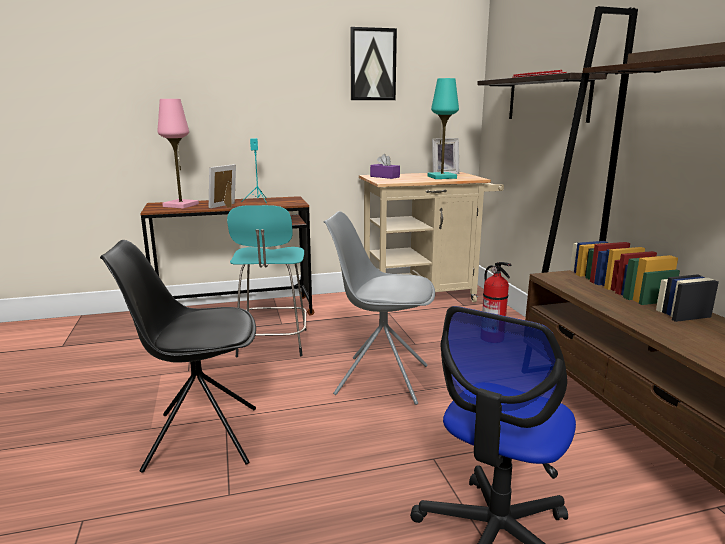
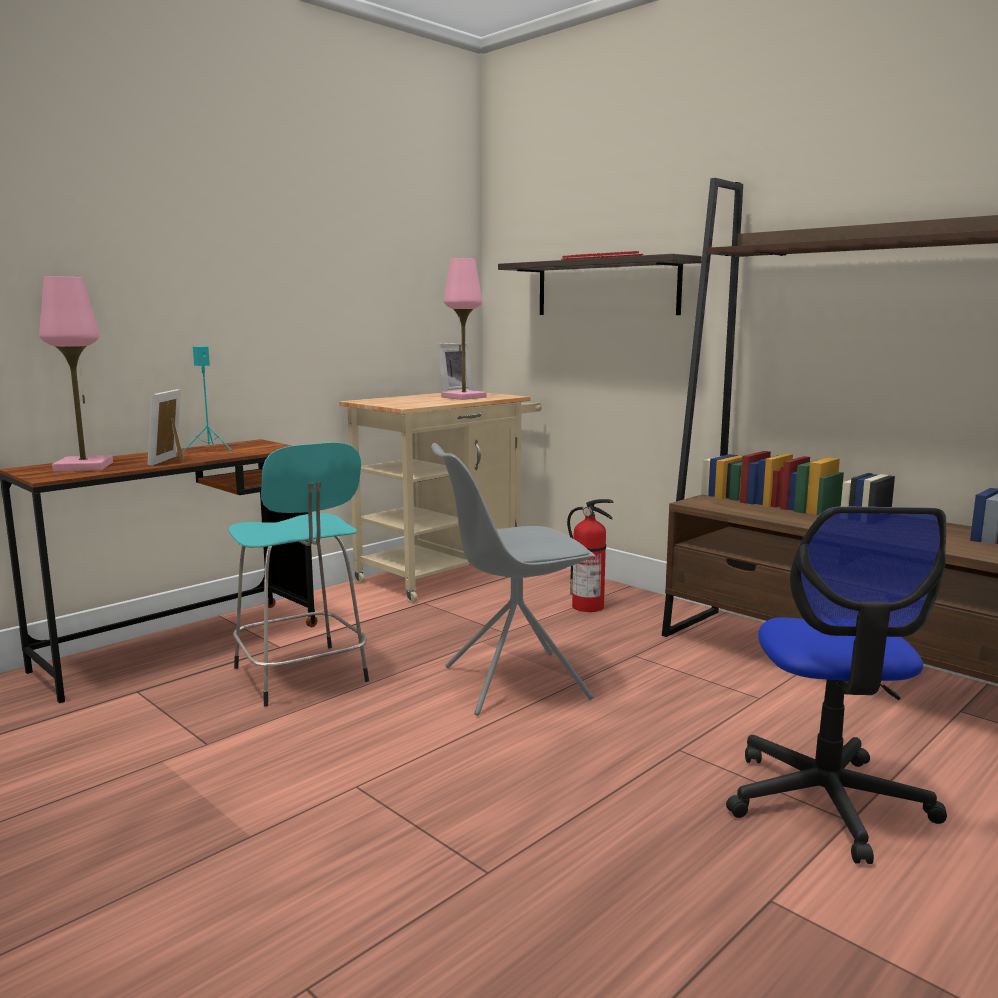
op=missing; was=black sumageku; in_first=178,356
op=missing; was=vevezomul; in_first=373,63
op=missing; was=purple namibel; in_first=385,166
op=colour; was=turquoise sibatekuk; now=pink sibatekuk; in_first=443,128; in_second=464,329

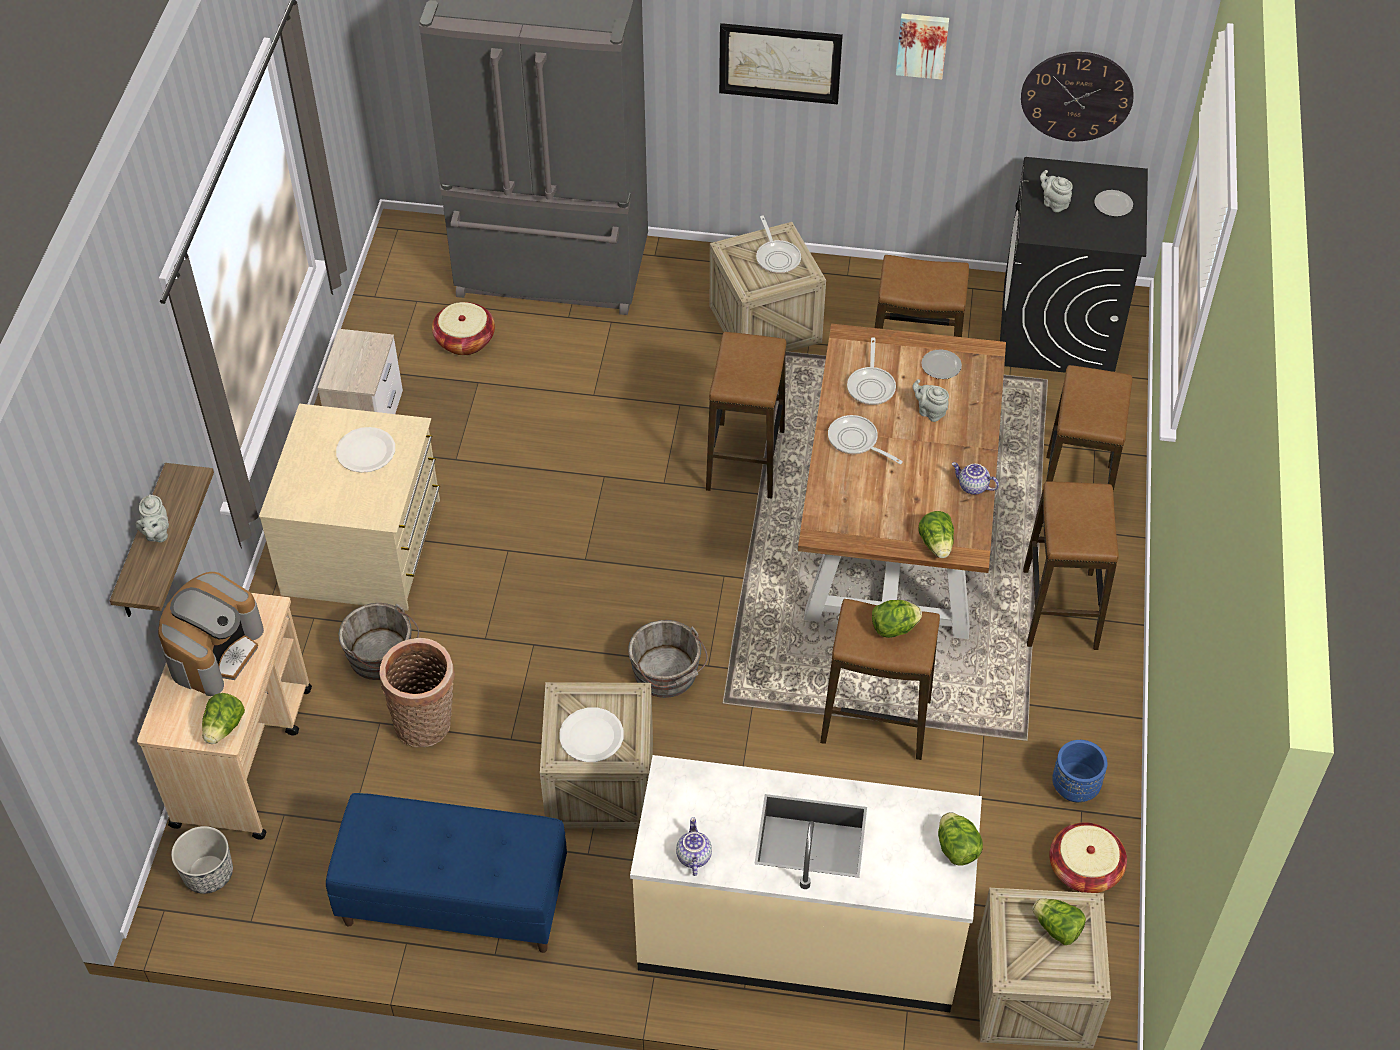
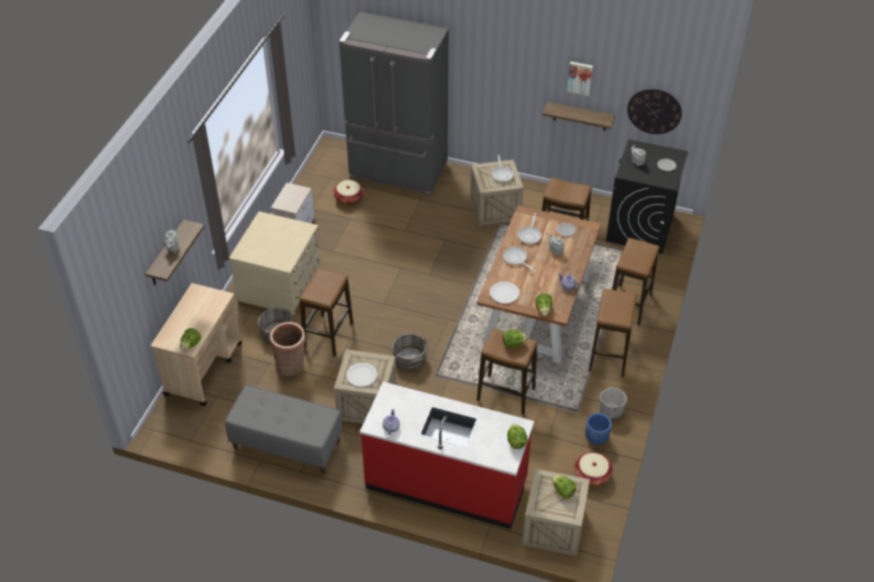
op=missing; was=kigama; in_first=211,634
op=missing; was=vevezomul; in_first=781,64
op=appeared; now=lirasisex; in_second=578,116
op=relocated; was=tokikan; in_first=202,860; in_second=613,403
op=relocated; was=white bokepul; in_first=365,450; in_second=505,293
op=relocated; was=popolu; in_first=746,415; in_second=326,312
op=colour; was=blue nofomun; now=grey nofomun; in_first=446,873; in_second=283,429
op=colour; was=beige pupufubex; now=red pupufubex; in_first=806,883; in_second=447,455

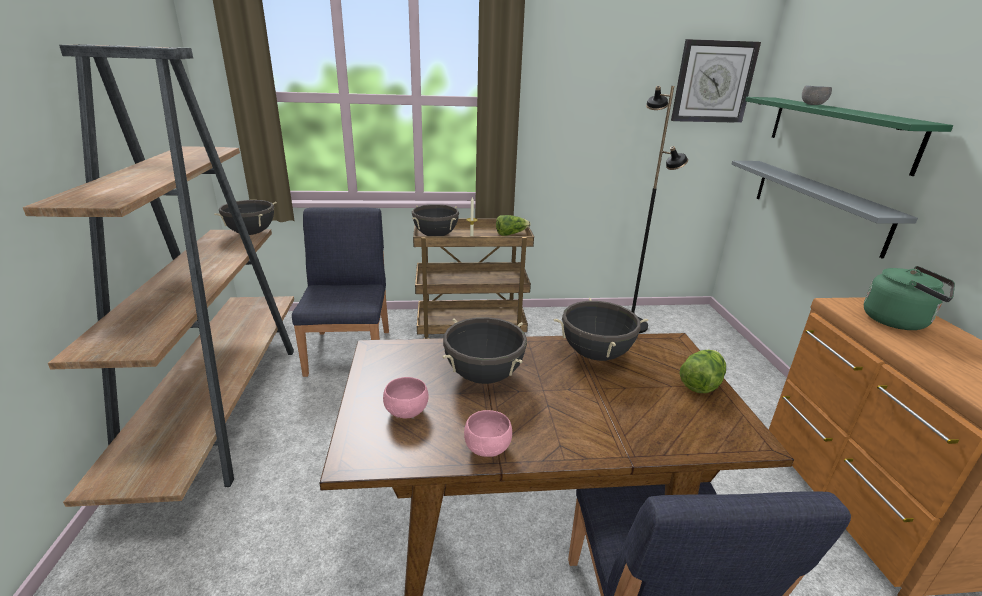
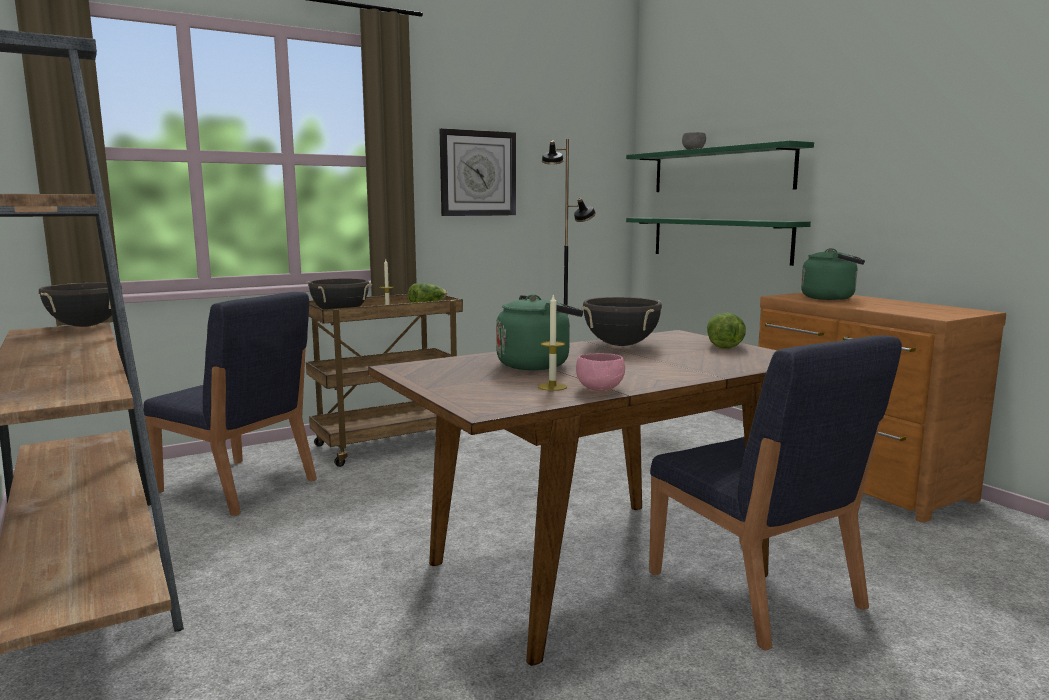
op=missing; was=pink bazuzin; in_first=406,398
op=appeared; now=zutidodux; in_second=552,342
op=relocated; was=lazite; in_first=716,81; in_second=478,172
op=exchanged; was=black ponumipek; now=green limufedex; in_first=485,350; in_second=539,332
op=colour; was=grey lirasisex; now=green lirasisex; in_first=824,210; in_second=718,242
op=spun; was=blue sumageku; in_first=340,292; in_second=230,404; clockwise=150

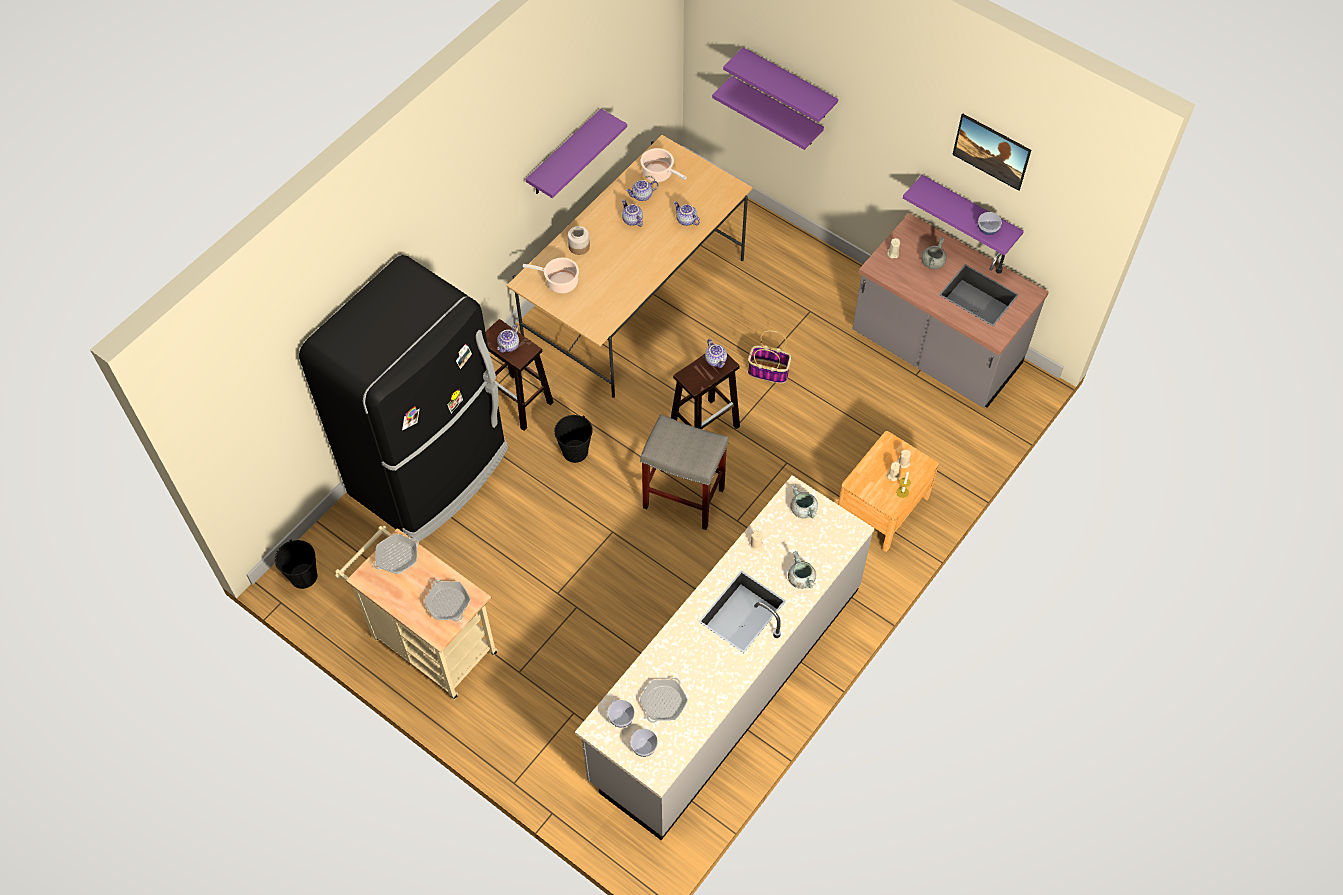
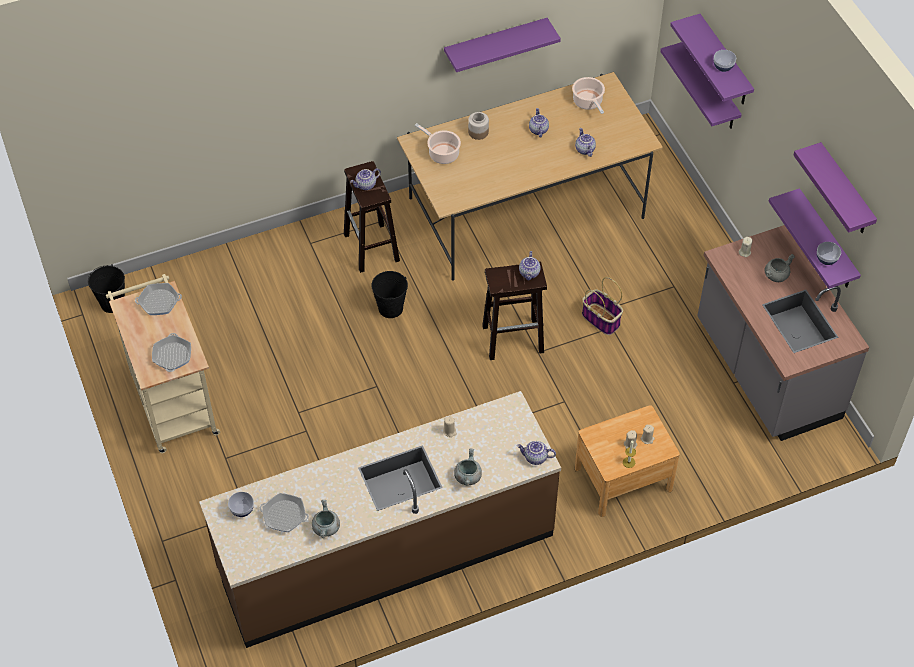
op=missing; was=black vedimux; in_first=403,398
op=missing; was=grey popolu; in_first=684,472
op=relocated; was=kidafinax; in_first=641,190; in_second=536,453
op=relocated; was=bazuzin; in_first=644,743; in_second=725,61
op=relocated; was=grey ponumipek; in_first=804,501; in_second=326,519
op=exchanged; was=vevezomul; now=purple lirasisex; in_first=991,152; in_second=835,187
op=colour; was=grey pupufubex; now=brown pupufubex; in_first=724,657; in_second=380,519
op=spun; was=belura; in_first=664,700; in_second=284,512; clockwise=45

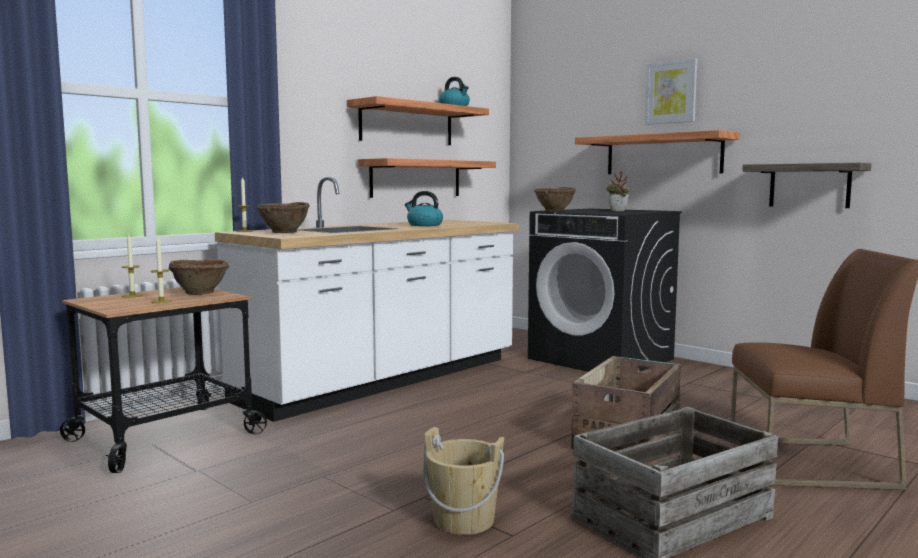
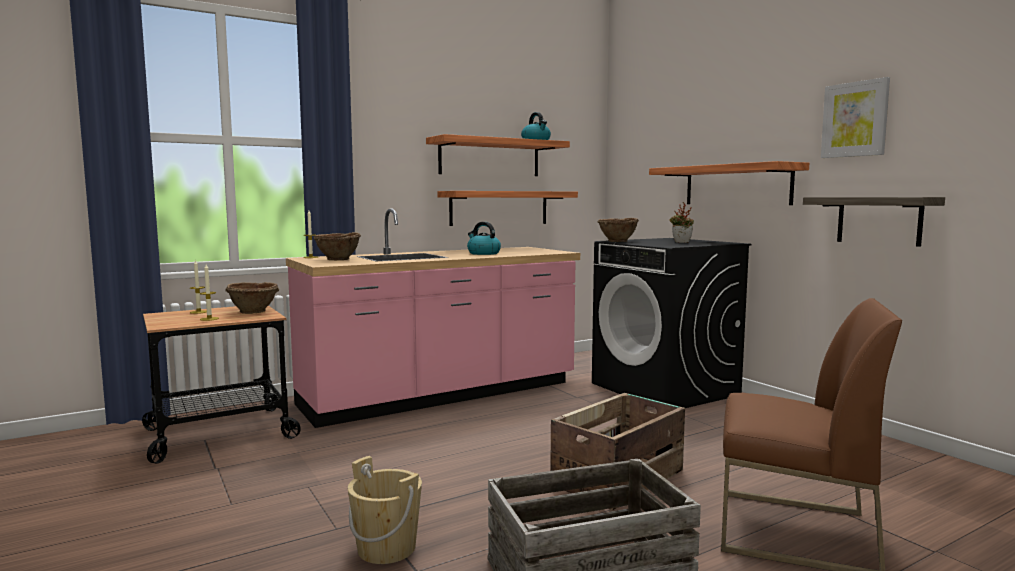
op=relocated; was=vevezomul; in_first=671,91; in_second=855,117
op=colour; was=white pupufubex; now=pink pupufubex; in_first=367,299; in_second=433,318

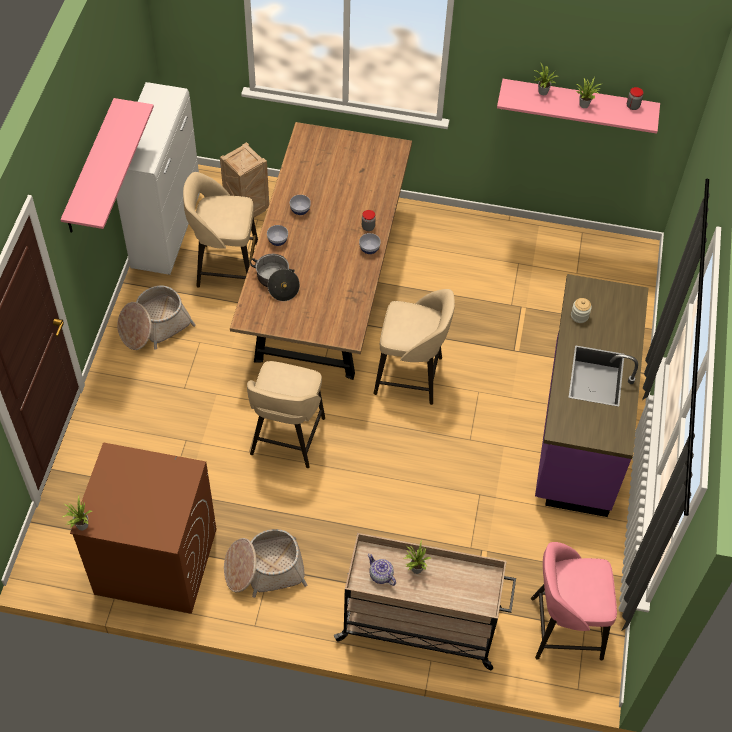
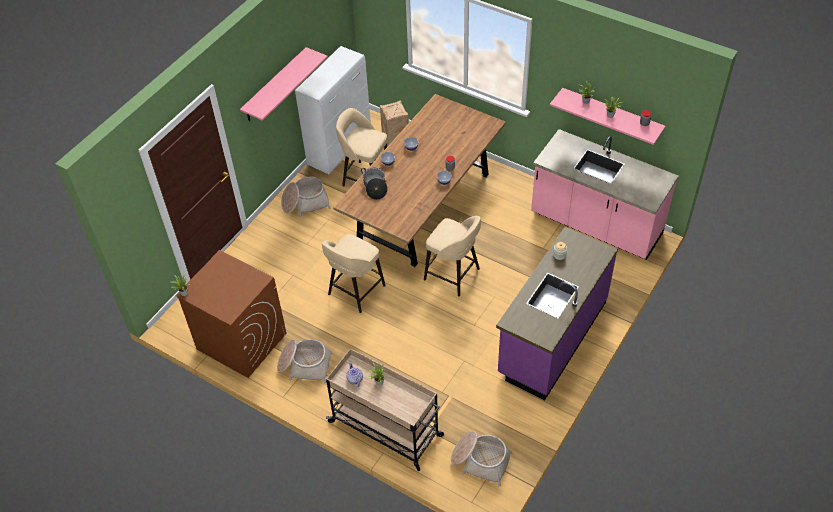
op=appeared; now=pink pupufubex; in_second=605,194
op=exchanged; was=pink popolu; now=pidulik; in_first=574,601; in_second=481,459

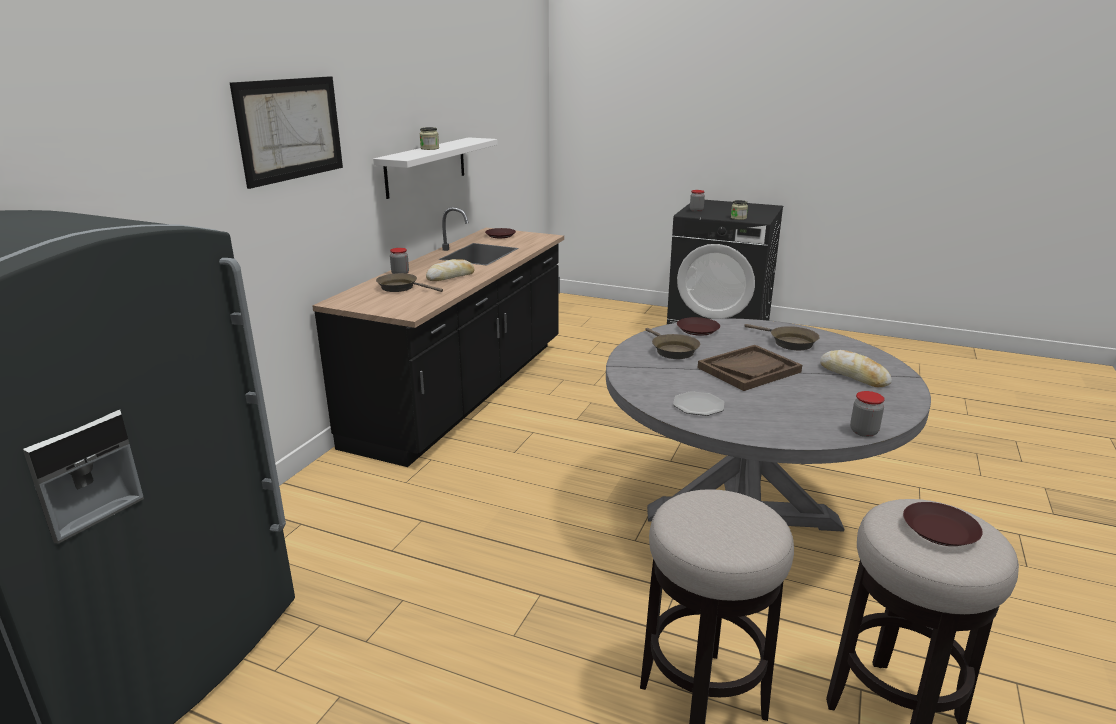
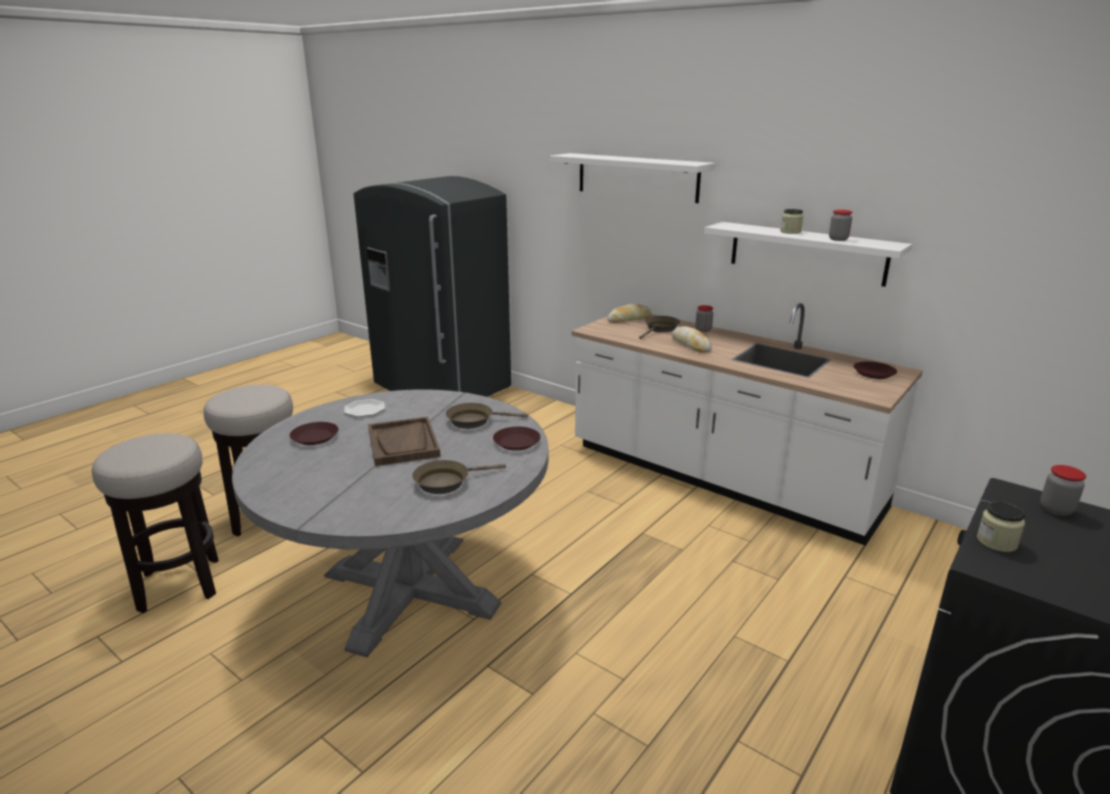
op=relocated; was=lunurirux; in_first=856,368; in_second=629,313
op=relocated; was=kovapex; in_first=867,414; in_second=840,225
op=relocated; was=brown bokepul; in_first=943,524; in_second=314,433
op=exchanged; was=vevezomul; now=white lirasisex; in_first=286,132; in_second=632,178
op=colour; was=black pupufubex; now=white pupufubex; in_first=438,337; in_second=747,424

